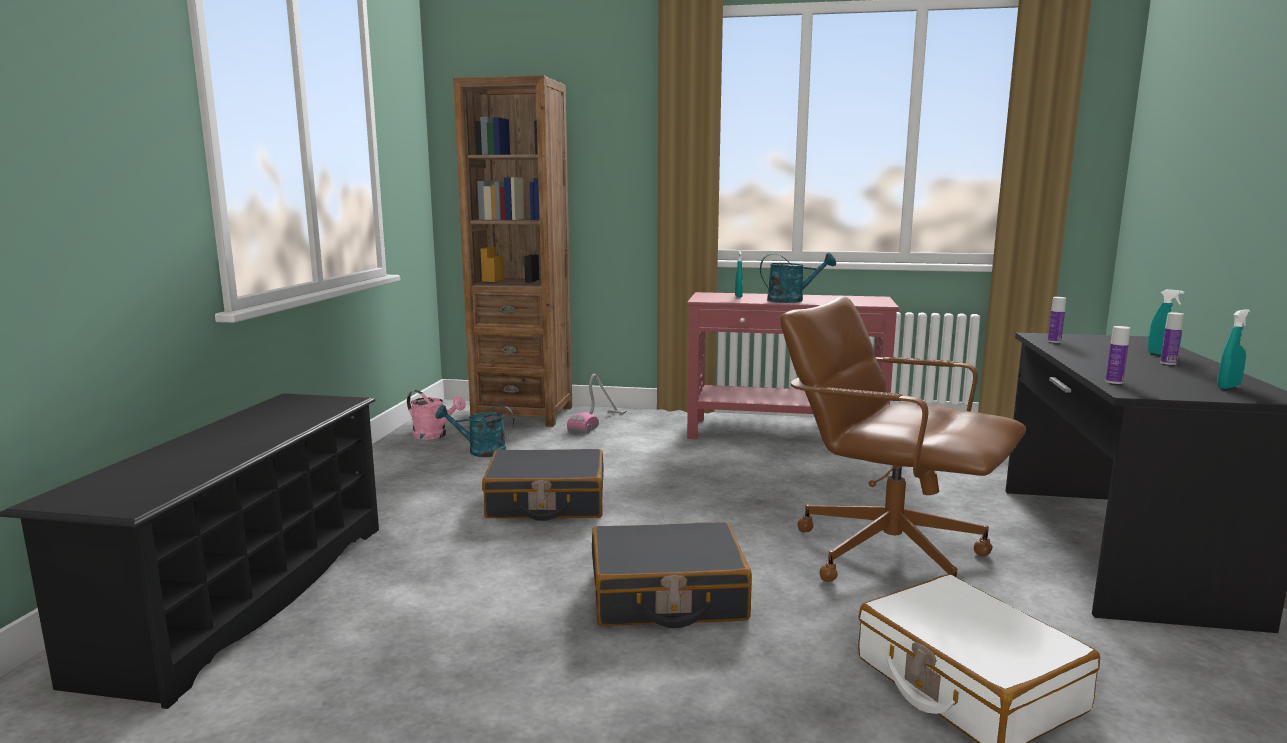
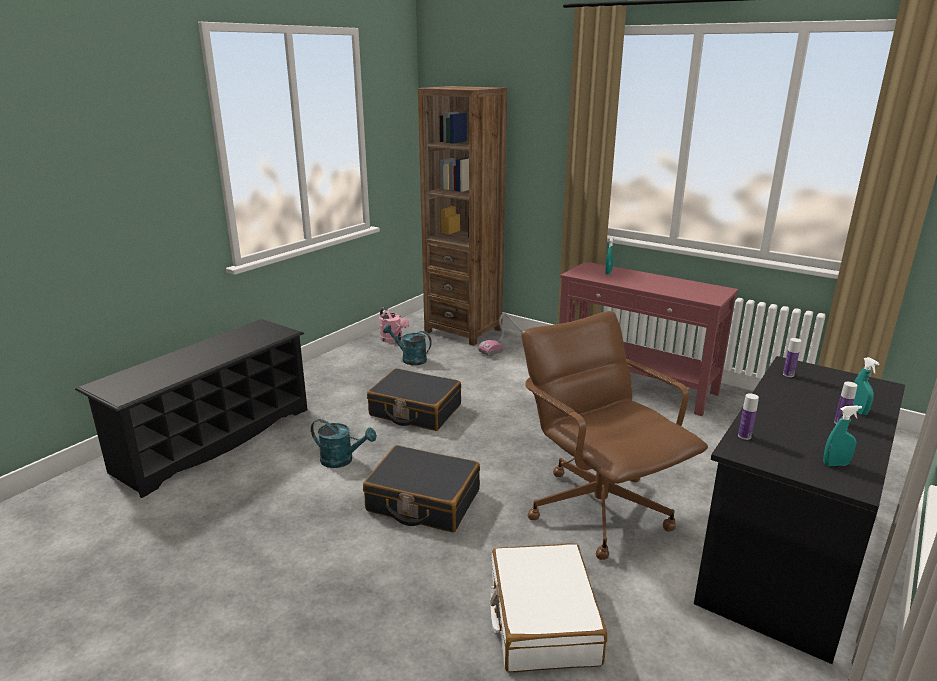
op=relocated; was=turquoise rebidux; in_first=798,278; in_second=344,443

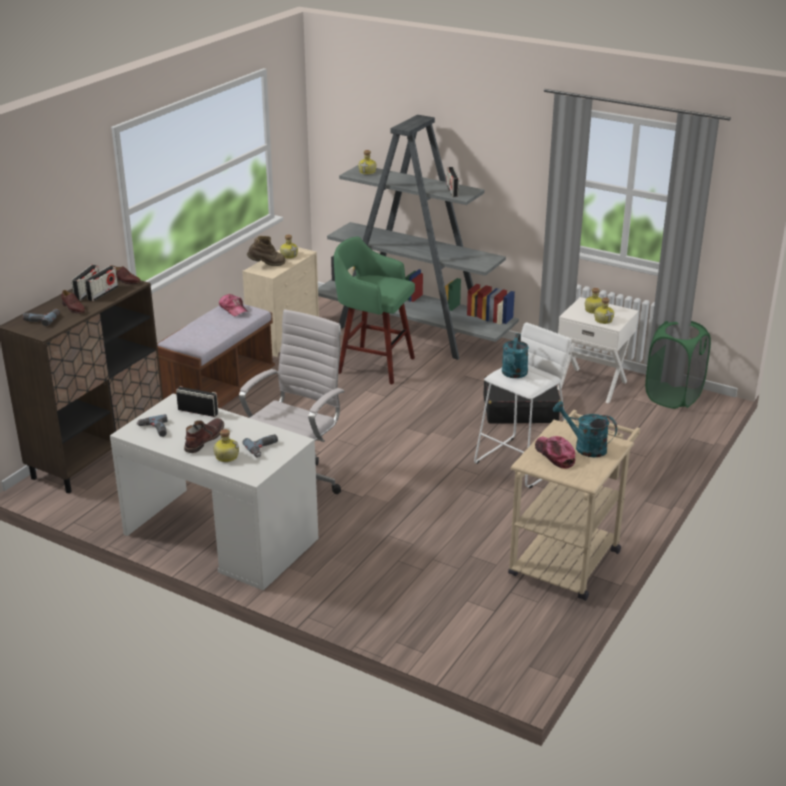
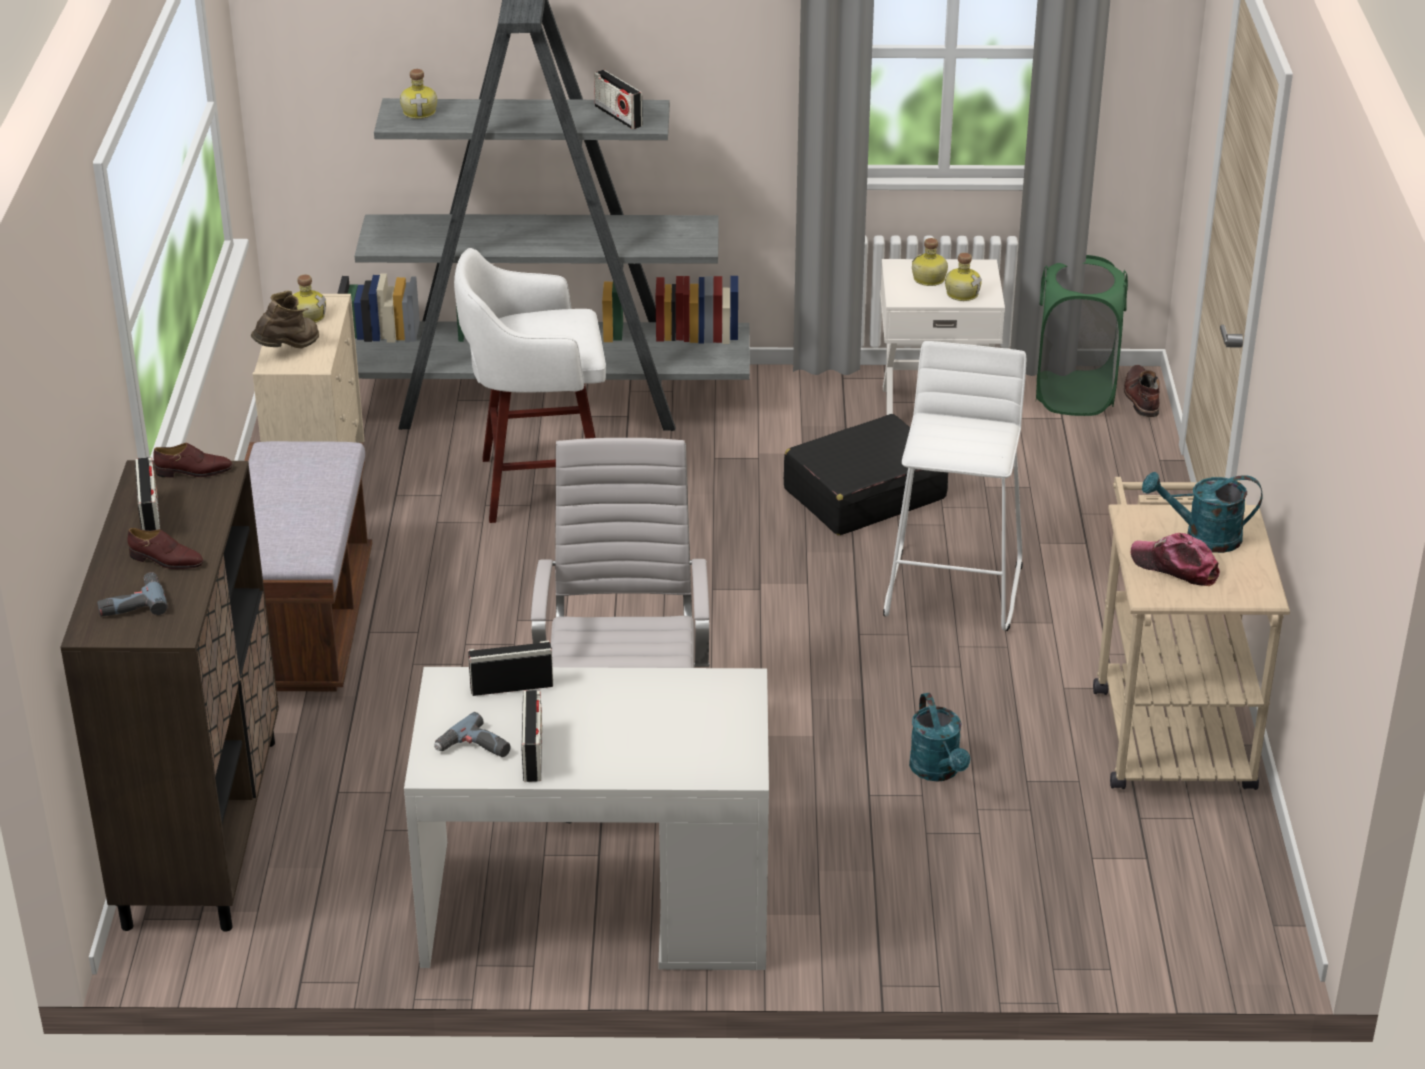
op=missing; was=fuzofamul; in_first=226,445
op=missing; was=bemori; in_first=233,305
op=missing; was=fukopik; in_first=260,446
op=relocated; was=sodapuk; in_first=101,283; in_second=531,736
op=relocated; was=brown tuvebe; in_first=204,435; in_second=1142,391
op=relocated; was=turquoise rebidux; in_first=515,355; in_second=939,737
op=colour; was=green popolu; now=white popolu; in_first=374,310; in_second=530,385

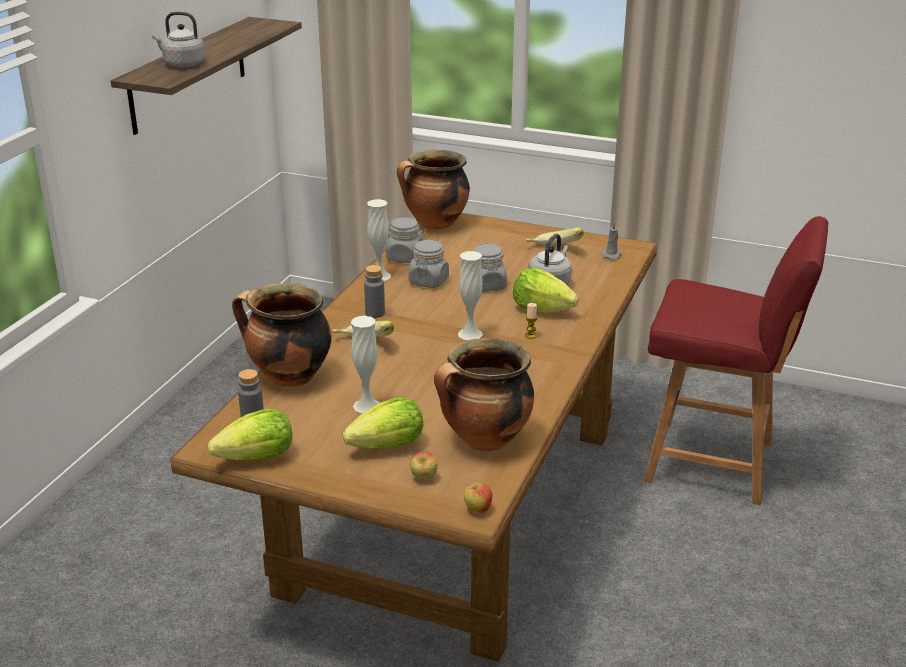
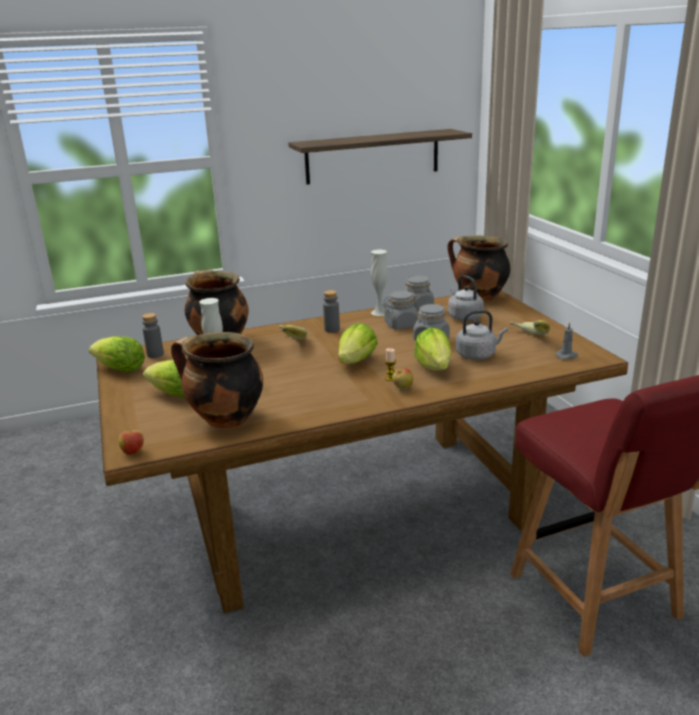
op=relocated; was=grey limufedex; in_first=178,40; in_second=466,298
op=relocated; was=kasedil; in_first=424,465; in_second=402,379
op=exchanged; was=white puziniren; now=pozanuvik; in_first=470,295; in_second=358,343

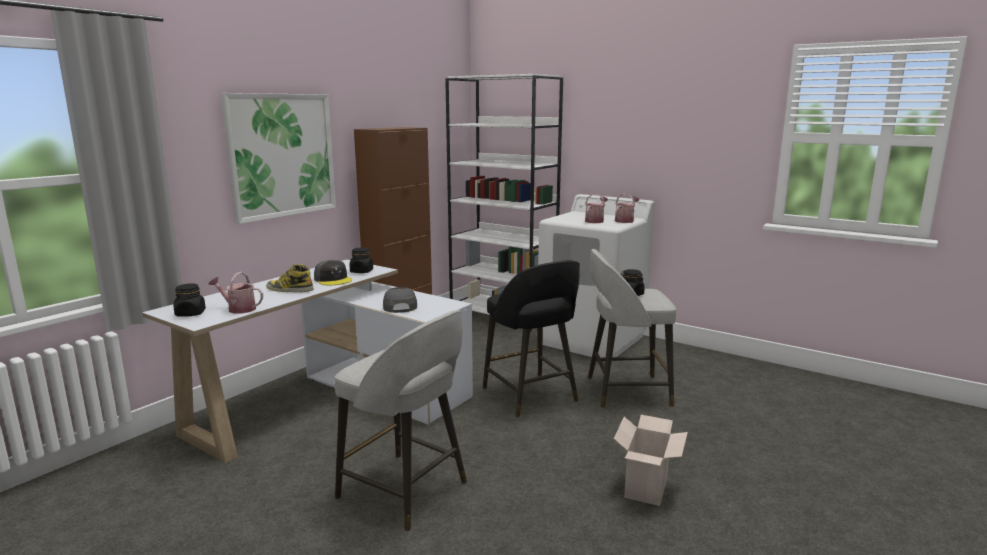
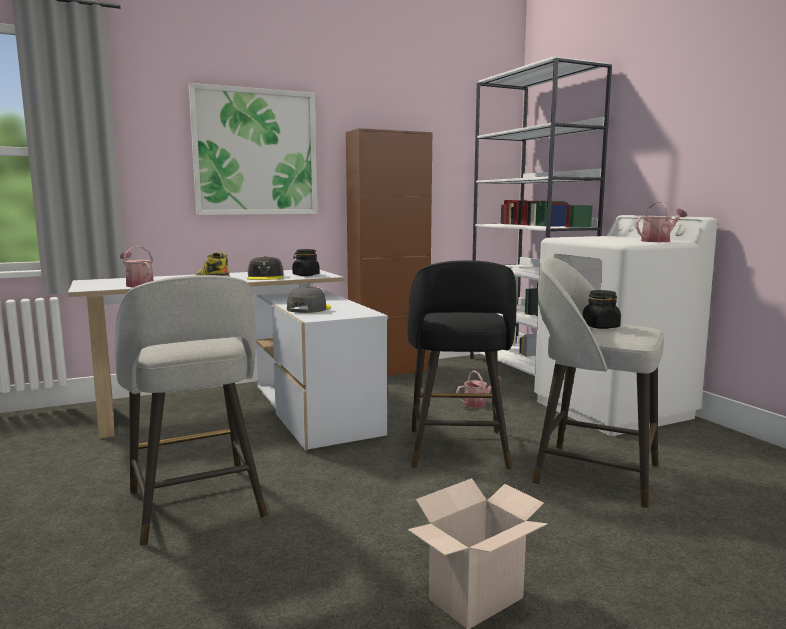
op=missing; was=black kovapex; in_first=190,300
op=relocated; was=rebidux; in_first=596,208; in_second=479,389

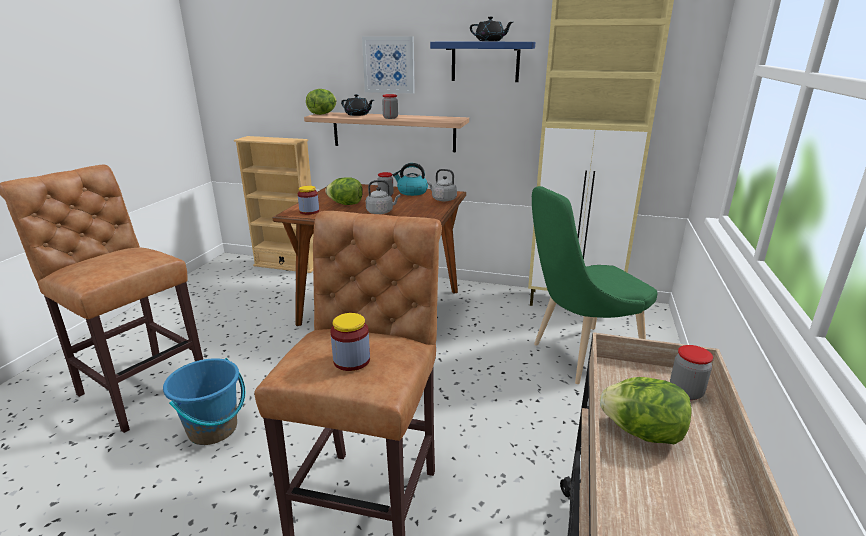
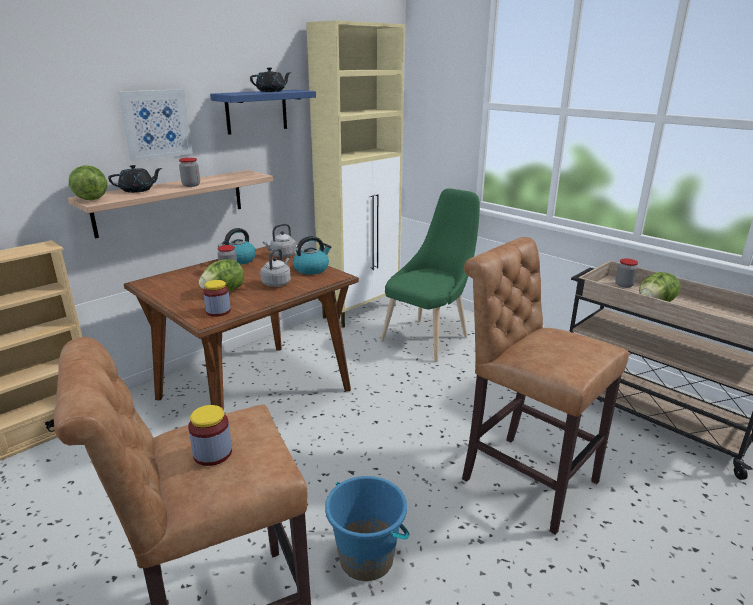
op=appeared; now=limufedex; in_second=312,255
op=relocated; was=kovapex; in_first=350,342; in_second=210,435
op=spun; was=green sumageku; in_first=594,285; in_second=430,275; clockwise=-150

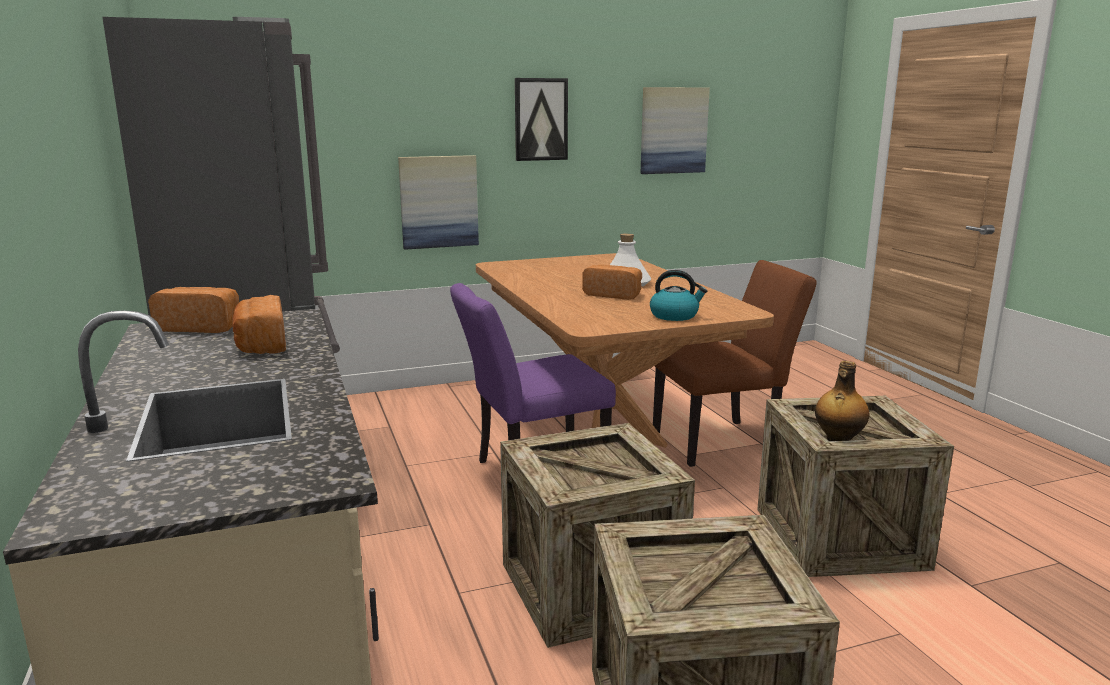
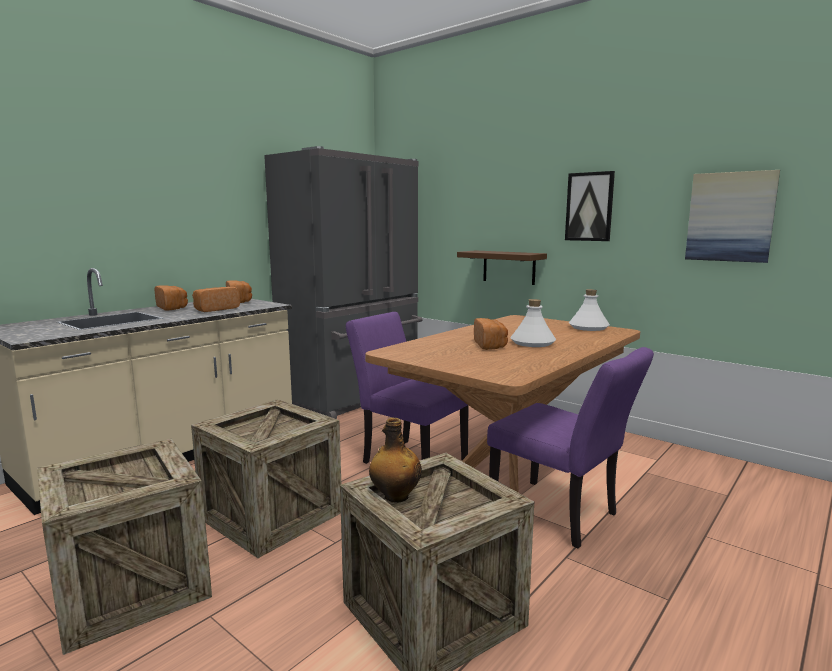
op=missing; was=limufedex; in_first=678,295
op=appeared; now=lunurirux; in_second=171,297
op=appeared; now=white fuzofamul; in_second=589,310
op=exchanged; was=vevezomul; now=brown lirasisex; in_first=438,202; in_second=502,267
op=colour; was=brown sumageku; now=purple sumageku; in_first=735,363; in_second=570,448

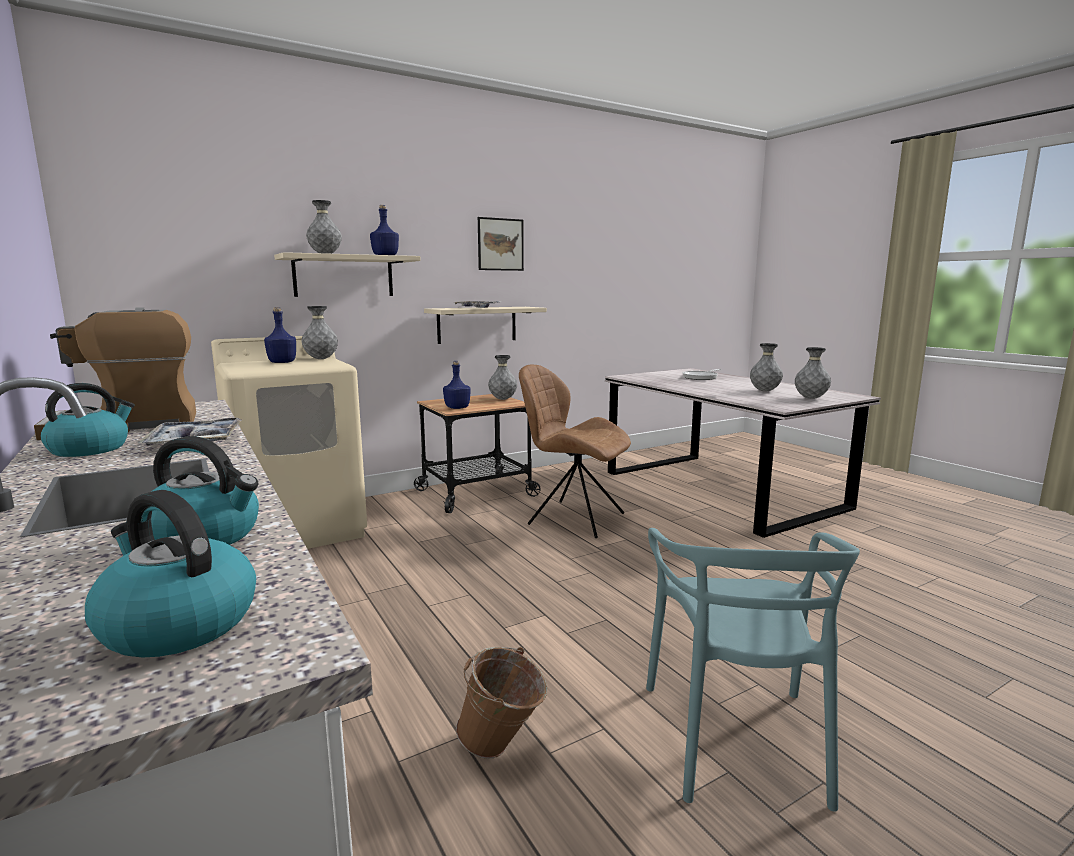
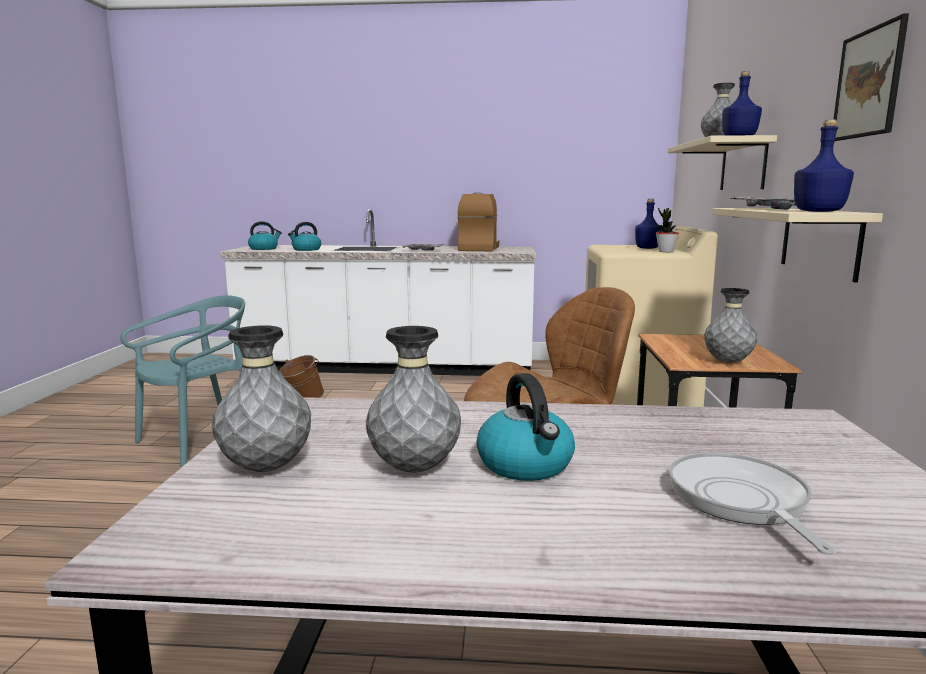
op=relocated; was=limufedex; in_first=87,420; in_second=525,427
op=relocated; was=blue fuzofamul; in_first=457,385; in_second=824,165
op=exchanged; was=grey puziniren; now=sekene; in_first=319,332; in_second=667,230
op=spun; was=turquoise sumageku; in_first=753,670; in_second=182,381; clockwise=90

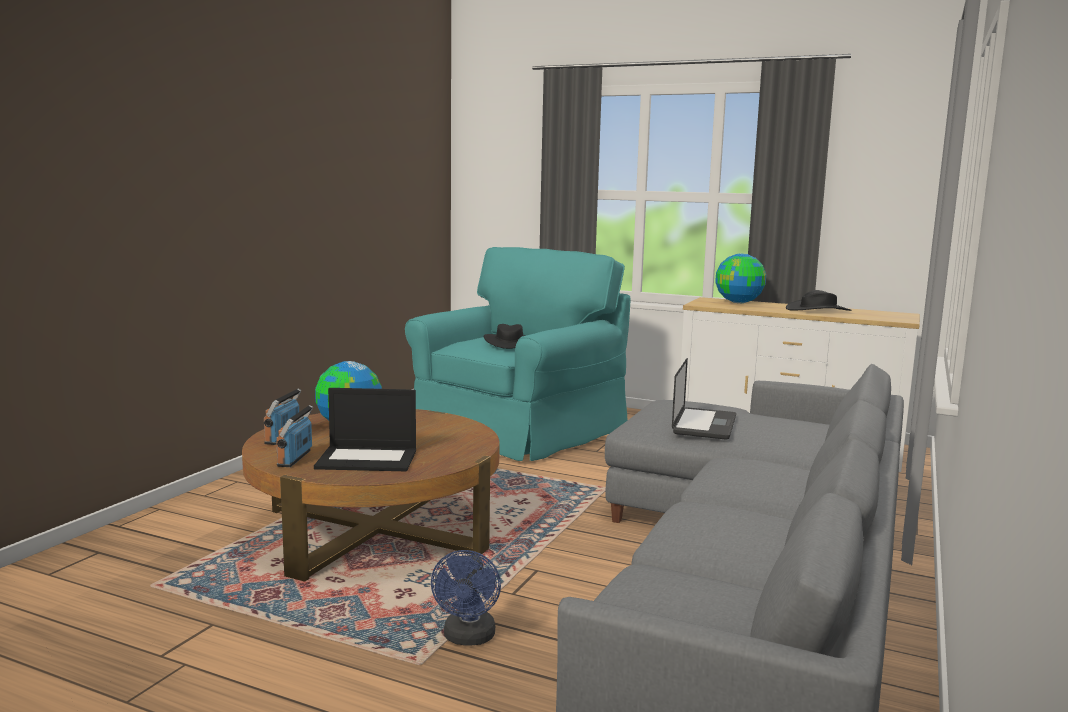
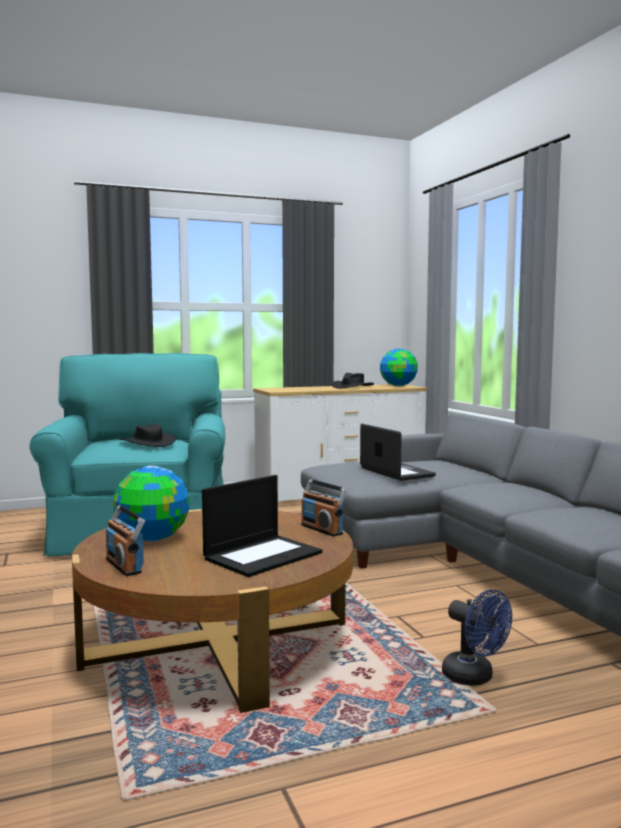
op=relocated; was=sodapuk; in_first=294,436; in_second=324,507
op=relocated; was=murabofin; in_first=740,278; in_second=399,367

